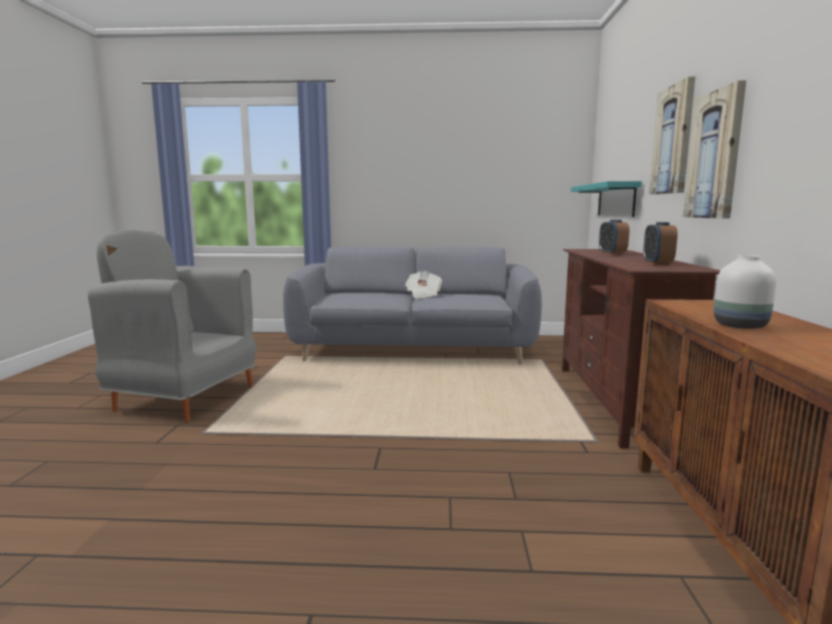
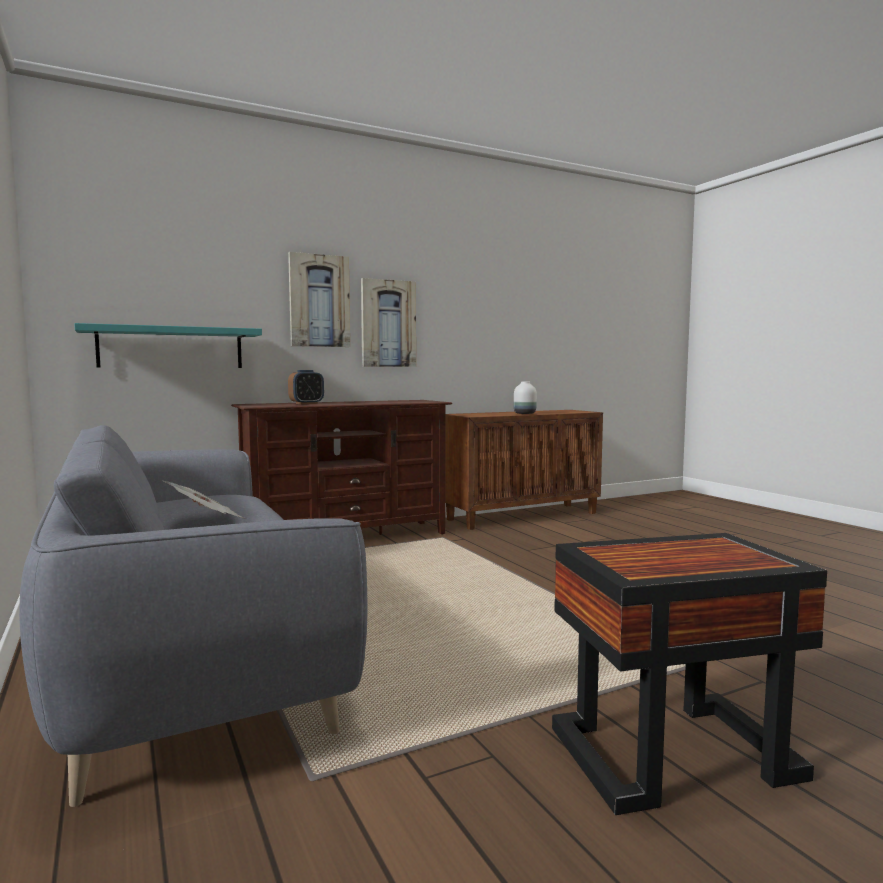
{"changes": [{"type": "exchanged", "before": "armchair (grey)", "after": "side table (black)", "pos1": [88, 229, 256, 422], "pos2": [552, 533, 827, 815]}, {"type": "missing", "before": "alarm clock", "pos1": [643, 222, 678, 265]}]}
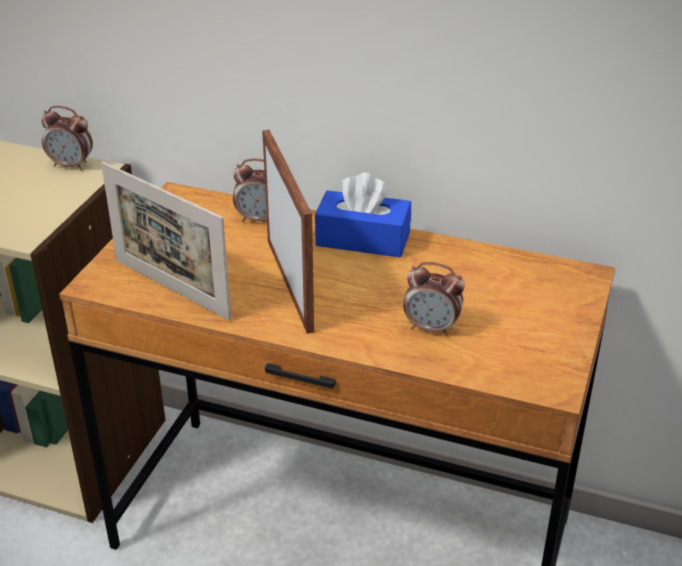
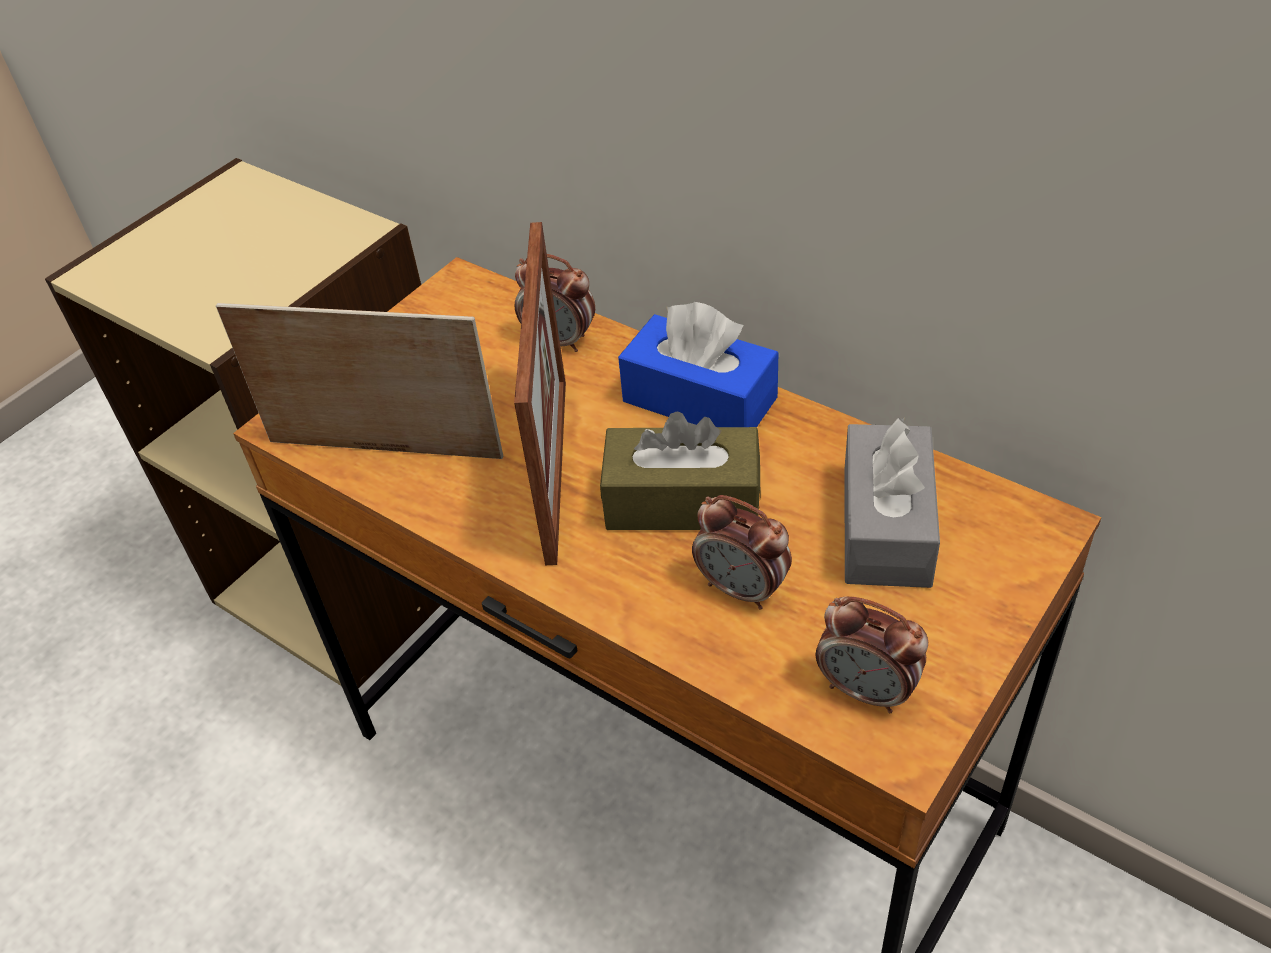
{"changes": [{"type": "spun", "before": "picture frame", "pos1": [101, 162, 231, 321], "pos2": [216, 303, 503, 459], "turn": 135}, {"type": "appeared", "after": "tissue box (brown)", "pos2": [600, 411, 761, 530]}, {"type": "relocated", "before": "alarm clock", "pos1": [42, 106, 93, 171], "pos2": [816, 596, 928, 713]}, {"type": "appeared", "after": "tissue box (grey)", "pos2": [844, 418, 940, 588]}]}
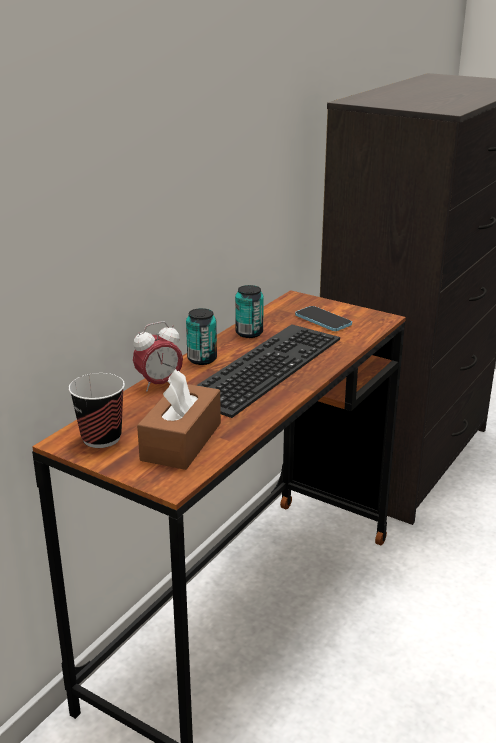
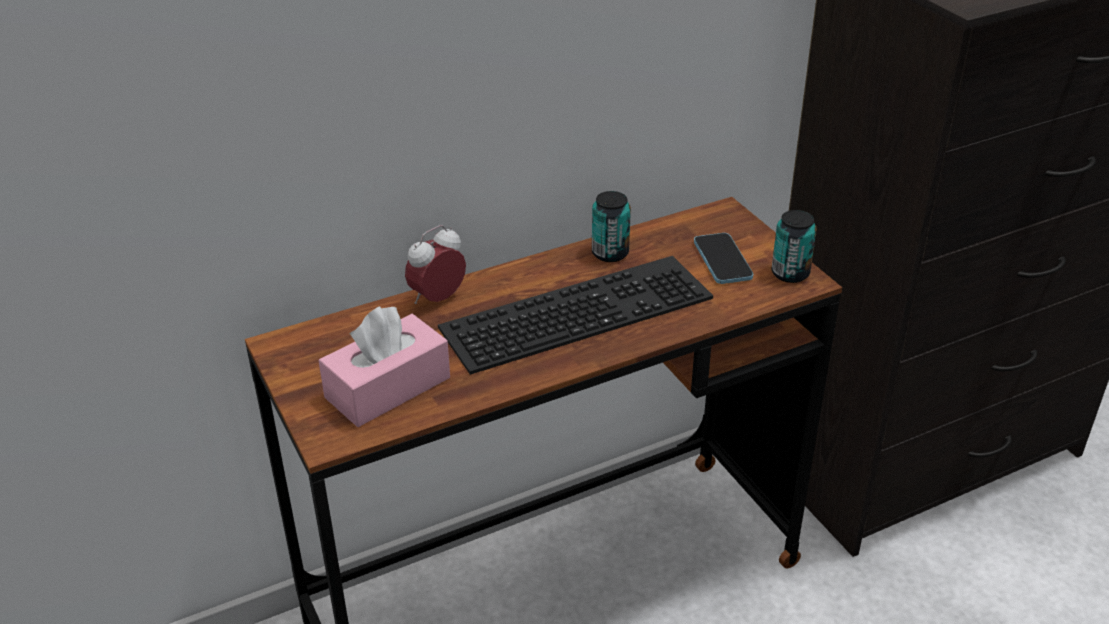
{"changes": [{"type": "colour", "before": "tissue box (brown)", "after": "tissue box (pink)", "pos1": [137, 369, 221, 470], "pos2": [319, 306, 450, 427]}, {"type": "spun", "before": "alarm clock", "pos1": [133, 321, 183, 391], "pos2": [405, 225, 466, 304], "turn": 135}, {"type": "relocated", "before": "can", "pos1": [186, 308, 217, 365], "pos2": [771, 210, 817, 283]}, {"type": "missing", "before": "cup", "pos1": [69, 373, 125, 448]}]}
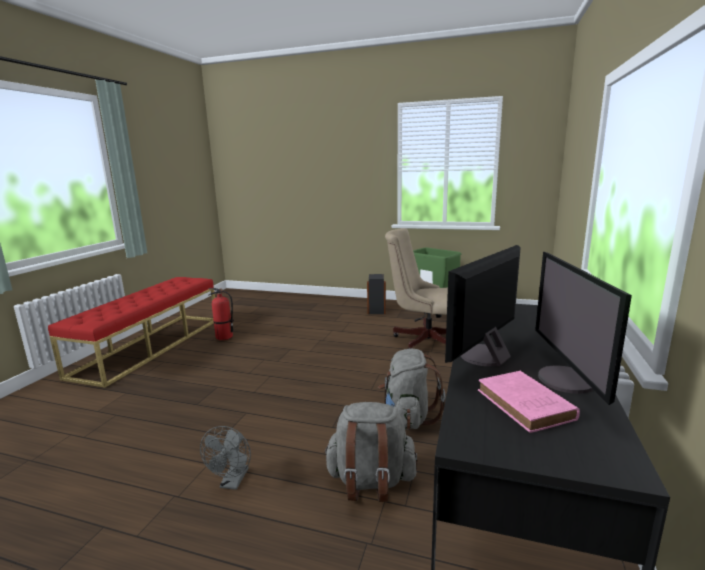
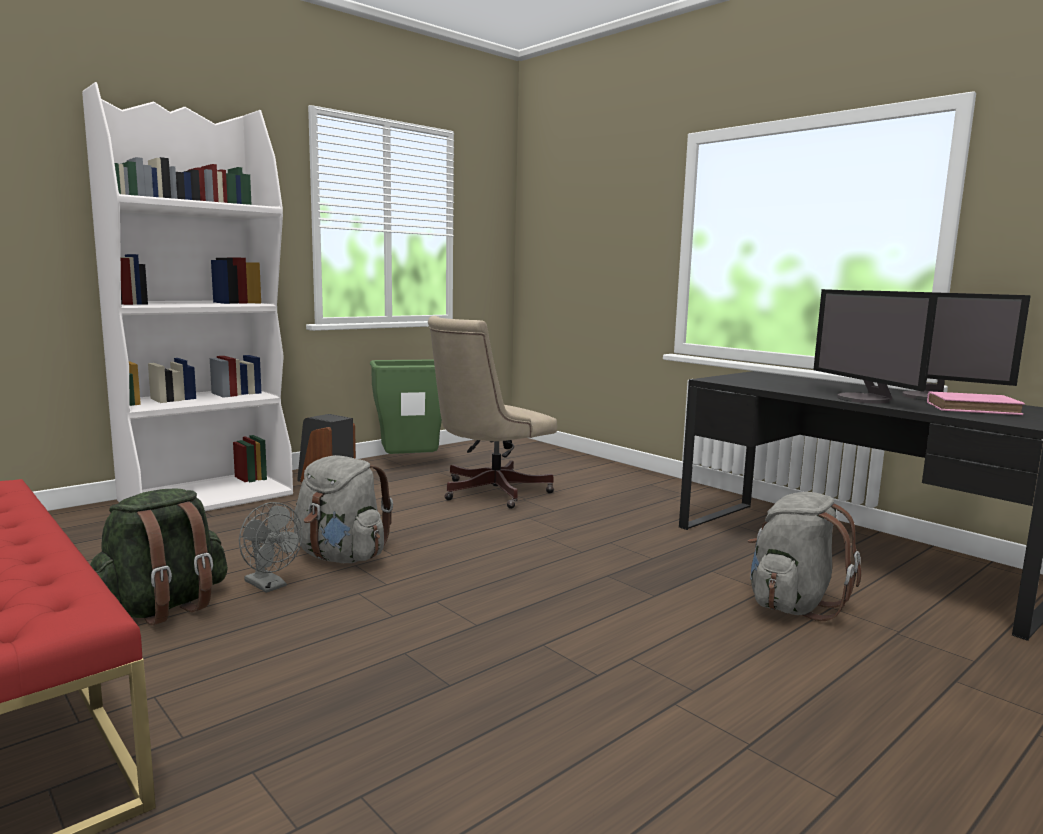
{"changes": [{"type": "appeared", "after": "bookcase (white)", "pos2": [82, 82, 293, 511]}, {"type": "exchanged", "before": "fire extinguisher", "after": "backpack (green)", "pos1": [208, 288, 234, 340], "pos2": [90, 489, 228, 625]}, {"type": "relocated", "before": "fan (grey)", "pos1": [200, 426, 251, 490], "pos2": [239, 502, 302, 593]}, {"type": "relocated", "before": "backpack (grey)", "pos1": [378, 349, 445, 430], "pos2": [294, 455, 393, 563]}]}
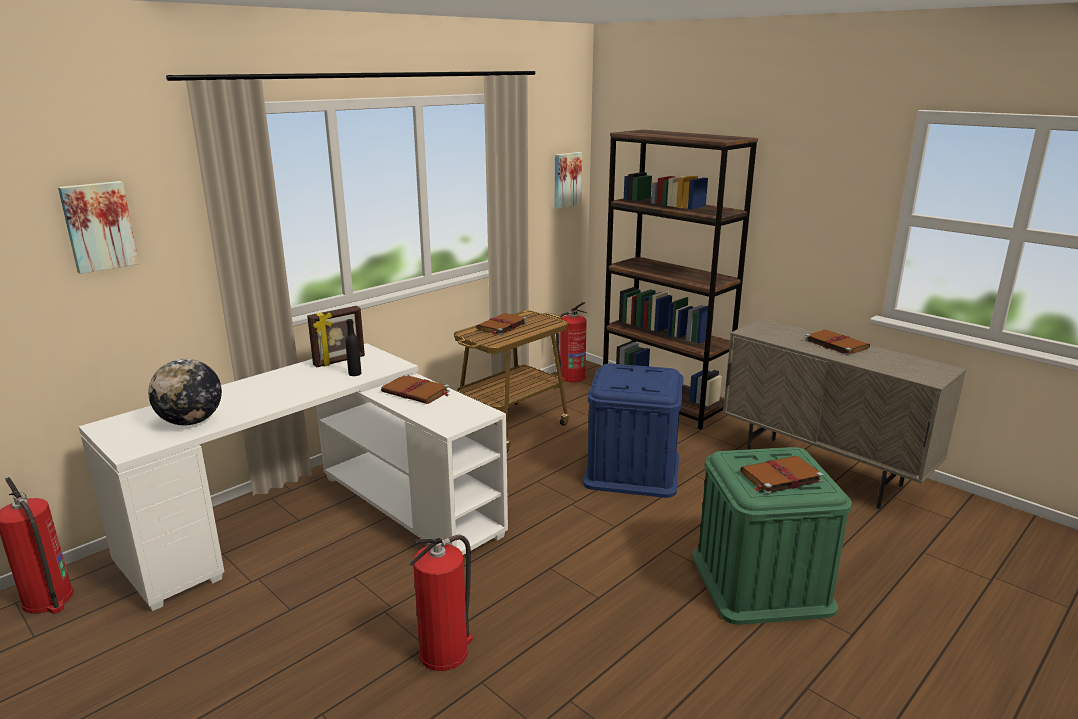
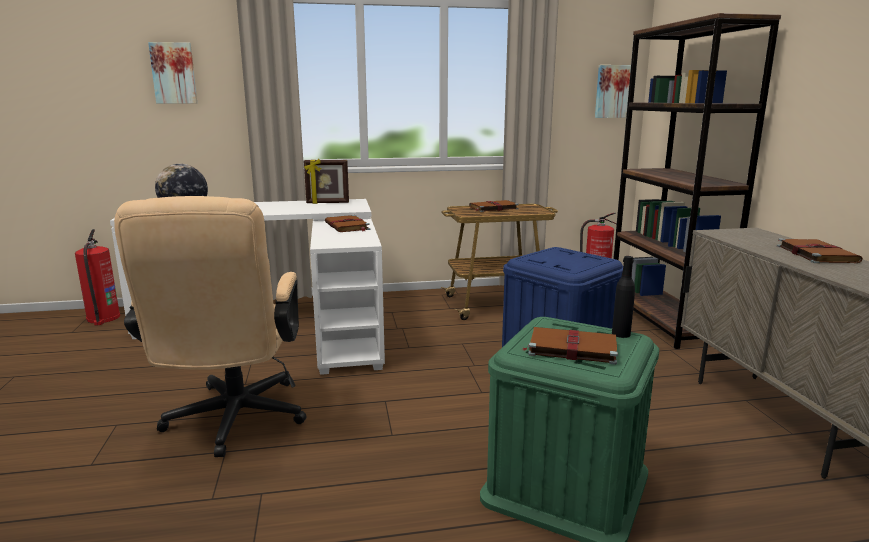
{"changes": [{"type": "exchanged", "before": "fire extinguisher", "after": "office chair (beige)", "pos1": [410, 535, 473, 671], "pos2": [114, 196, 307, 457]}, {"type": "relocated", "before": "bottle (black)", "pos1": [345, 319, 361, 376], "pos2": [612, 256, 635, 338]}]}
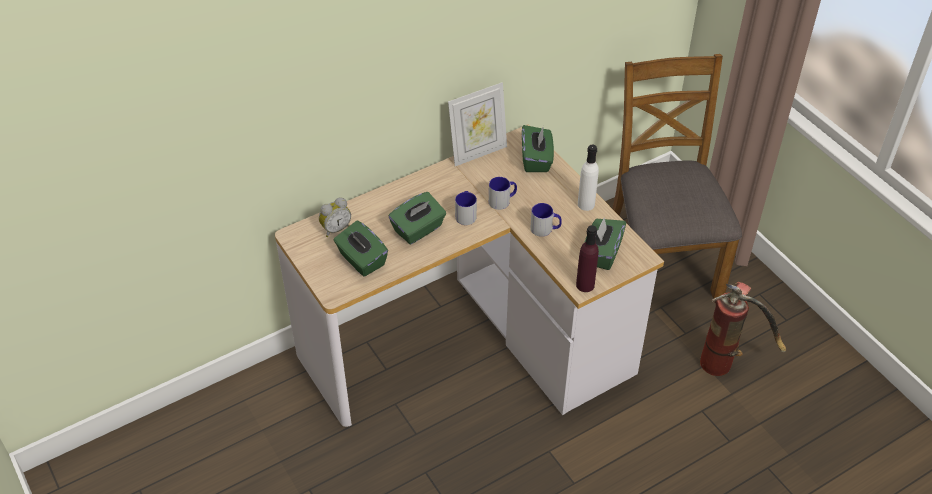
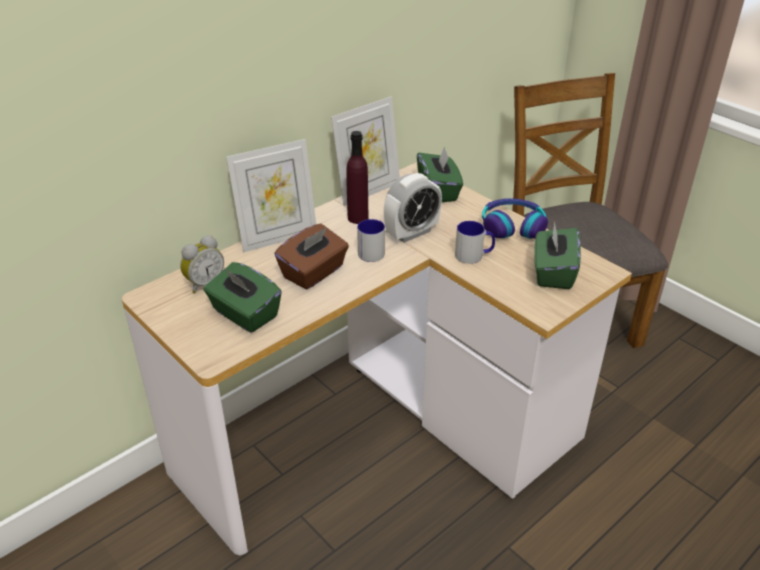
{"changes": [{"type": "appeared", "after": "picture frame", "pos2": [226, 139, 316, 252]}, {"type": "colour", "before": "tissue box (green)", "after": "tissue box (brown)", "pos1": [389, 192, 446, 244], "pos2": [275, 224, 349, 290]}, {"type": "relocated", "before": "bottle (purple)", "pos1": [576, 225, 599, 292], "pos2": [346, 131, 369, 224]}, {"type": "exchanged", "before": "mug", "after": "alarm clock", "pos1": [489, 177, 517, 210], "pos2": [384, 173, 442, 243]}, {"type": "exchanged", "before": "bottle (white)", "after": "headphones", "pos1": [578, 145, 599, 211], "pos2": [482, 198, 548, 239]}, {"type": "missing", "before": "fire extinguisher", "pos1": [700, 282, 786, 376]}]}
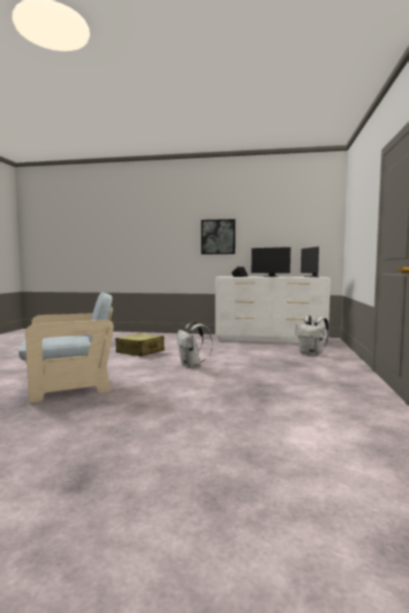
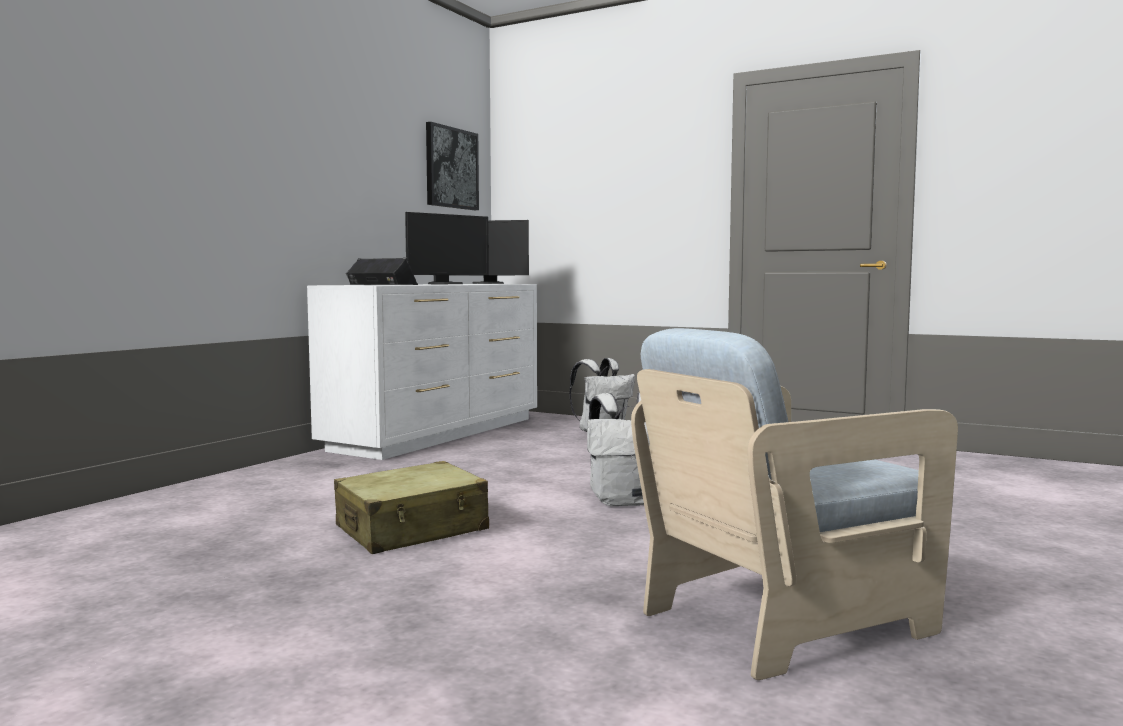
{"changes": [{"type": "relocated", "before": "picture", "pos1": [201, 219, 235, 254], "pos2": [426, 122, 479, 210]}, {"type": "spun", "before": "armchair (beige)", "pos1": [19, 293, 114, 403], "pos2": [631, 328, 958, 680], "turn": -120}]}
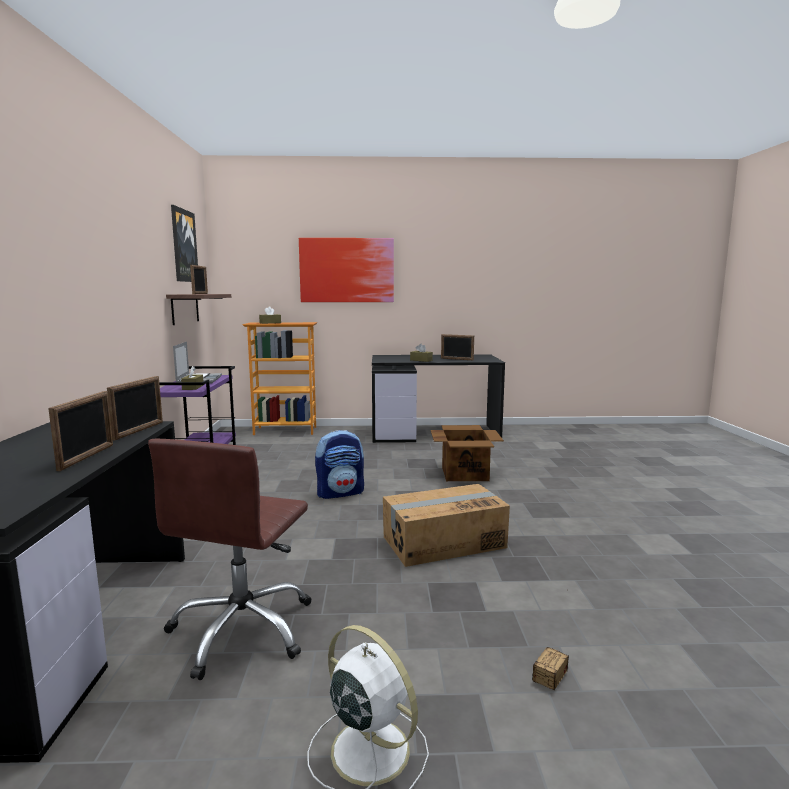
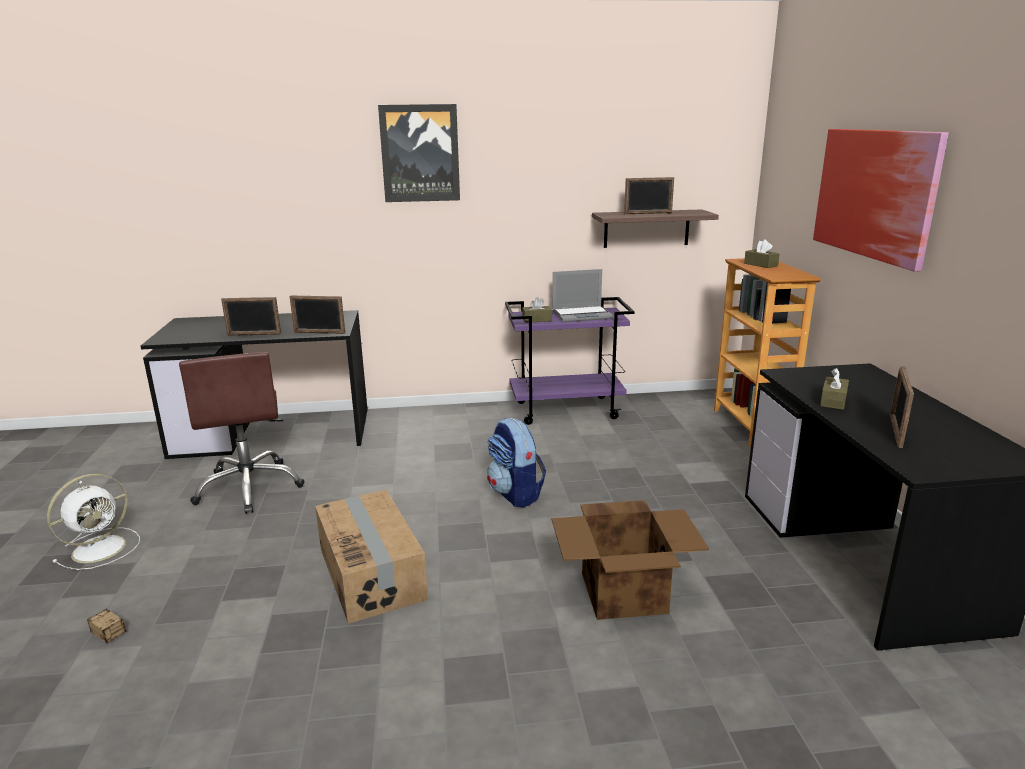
{"changes": [{"type": "spun", "before": "office chair (brown)", "pos1": [148, 439, 312, 680], "pos2": [179, 352, 305, 514], "turn": -120}, {"type": "relocated", "before": "picture", "pos1": [171, 205, 198, 282], "pos2": [378, 104, 460, 202]}]}
